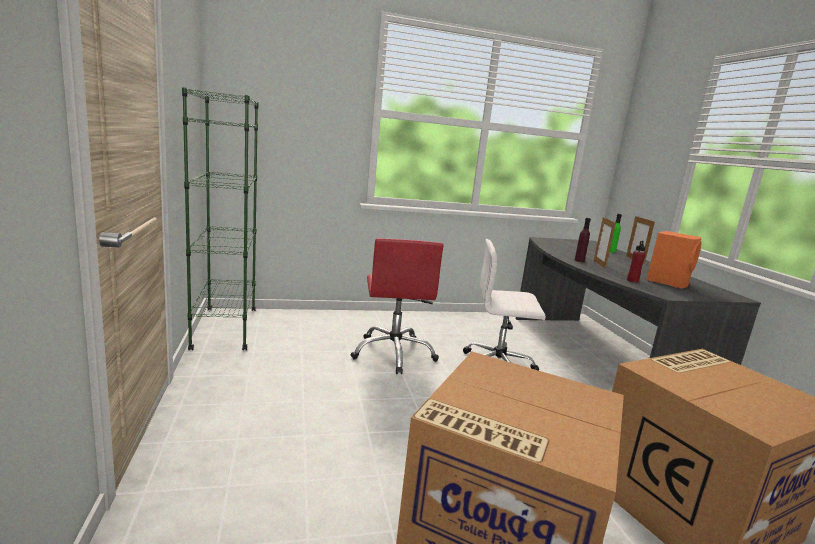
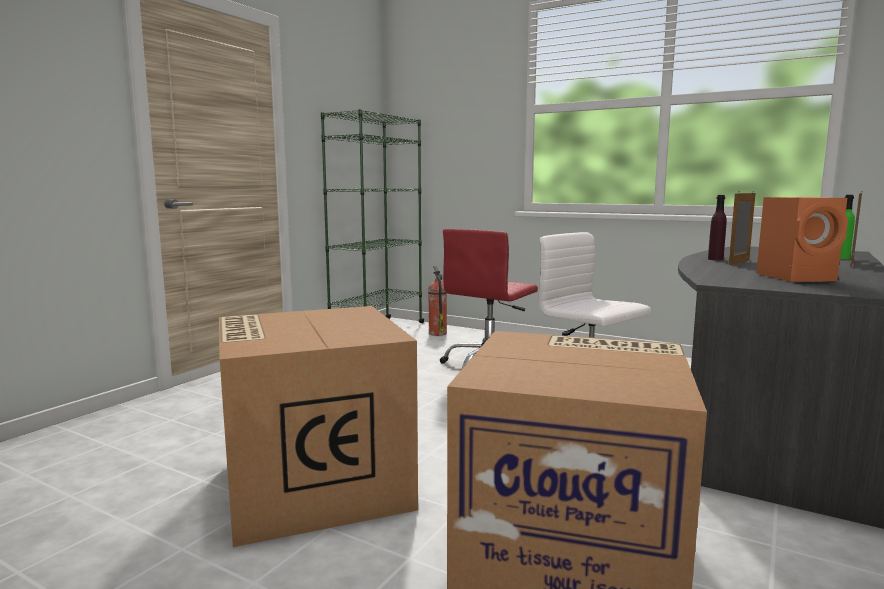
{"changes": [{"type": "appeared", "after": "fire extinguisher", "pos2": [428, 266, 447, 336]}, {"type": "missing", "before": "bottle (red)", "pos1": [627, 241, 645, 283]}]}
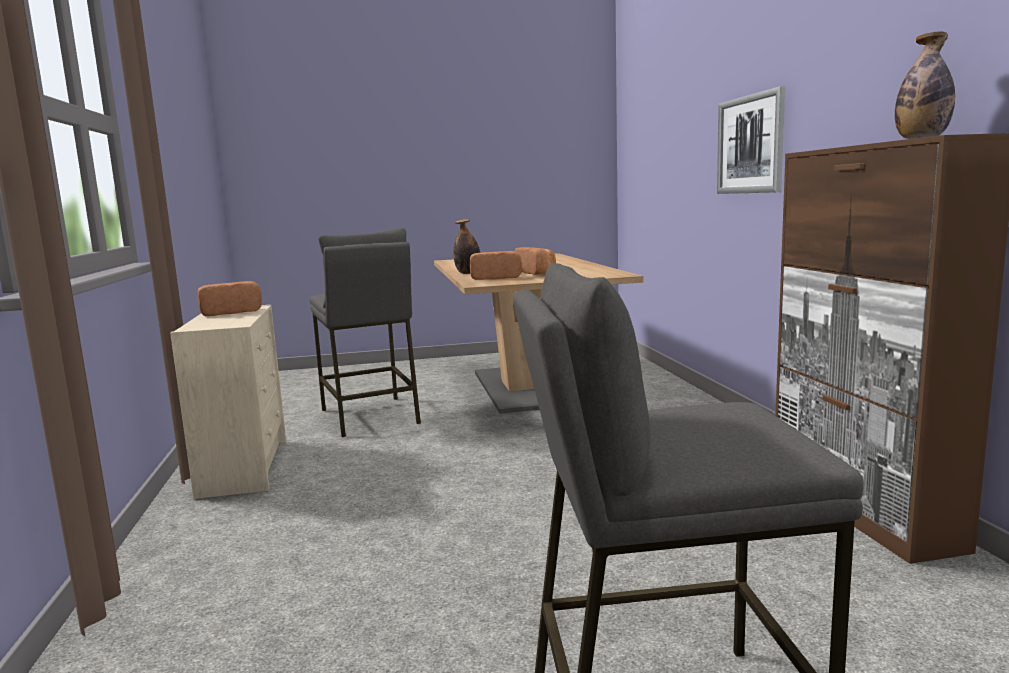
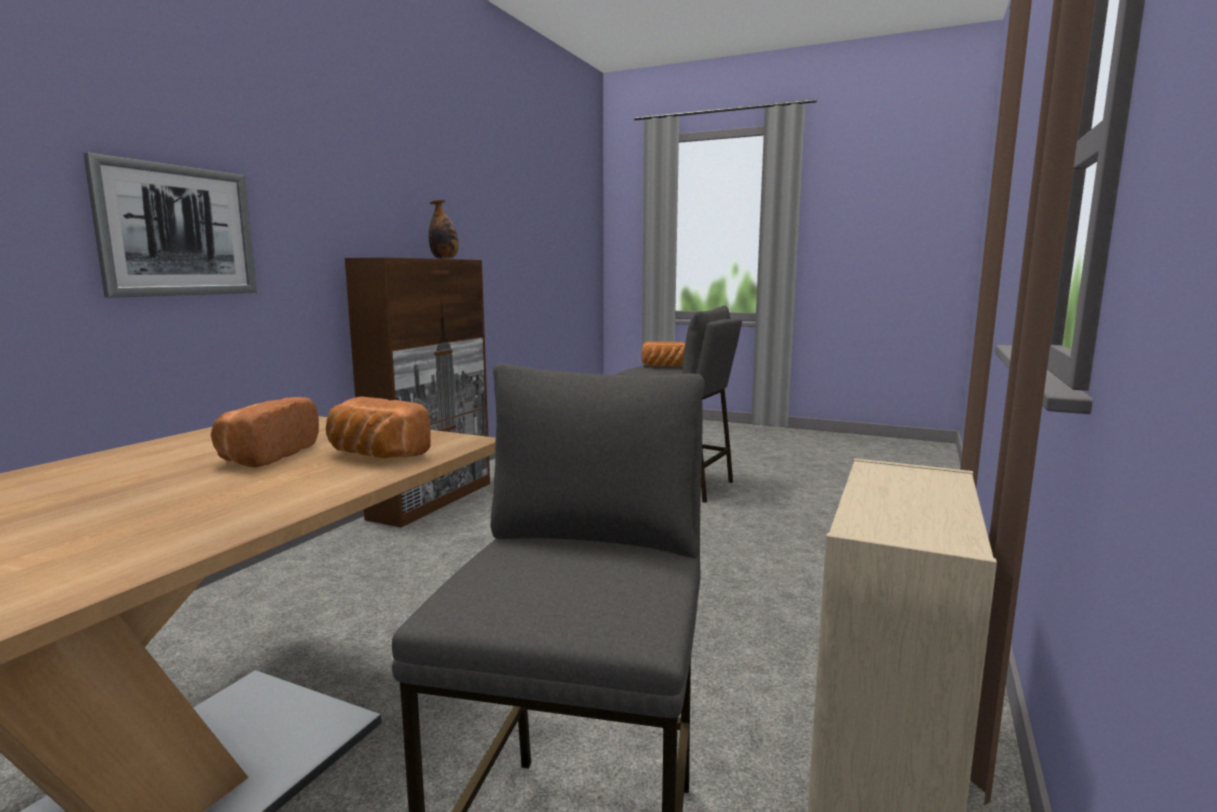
{"changes": [{"type": "relocated", "before": "bread", "pos1": [198, 281, 262, 316], "pos2": [642, 341, 685, 366]}, {"type": "missing", "before": "bottle", "pos1": [453, 219, 480, 274]}]}
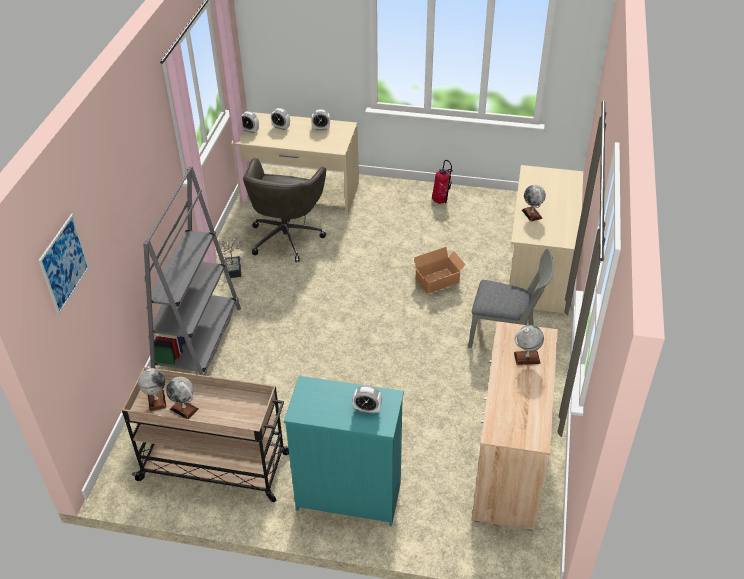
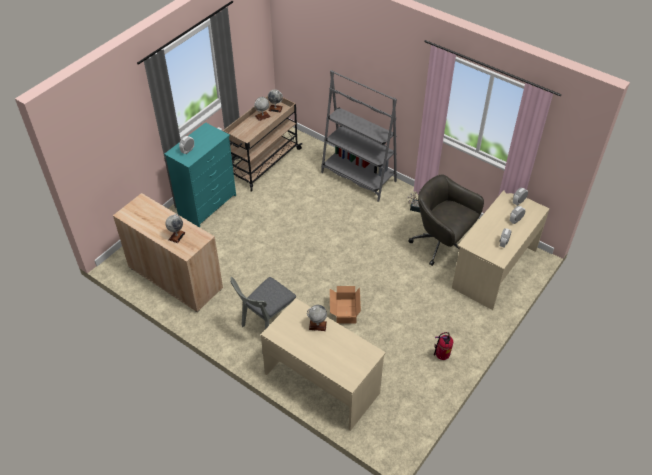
{"changes": [{"type": "missing", "before": "picture", "pos1": [38, 214, 89, 315]}]}
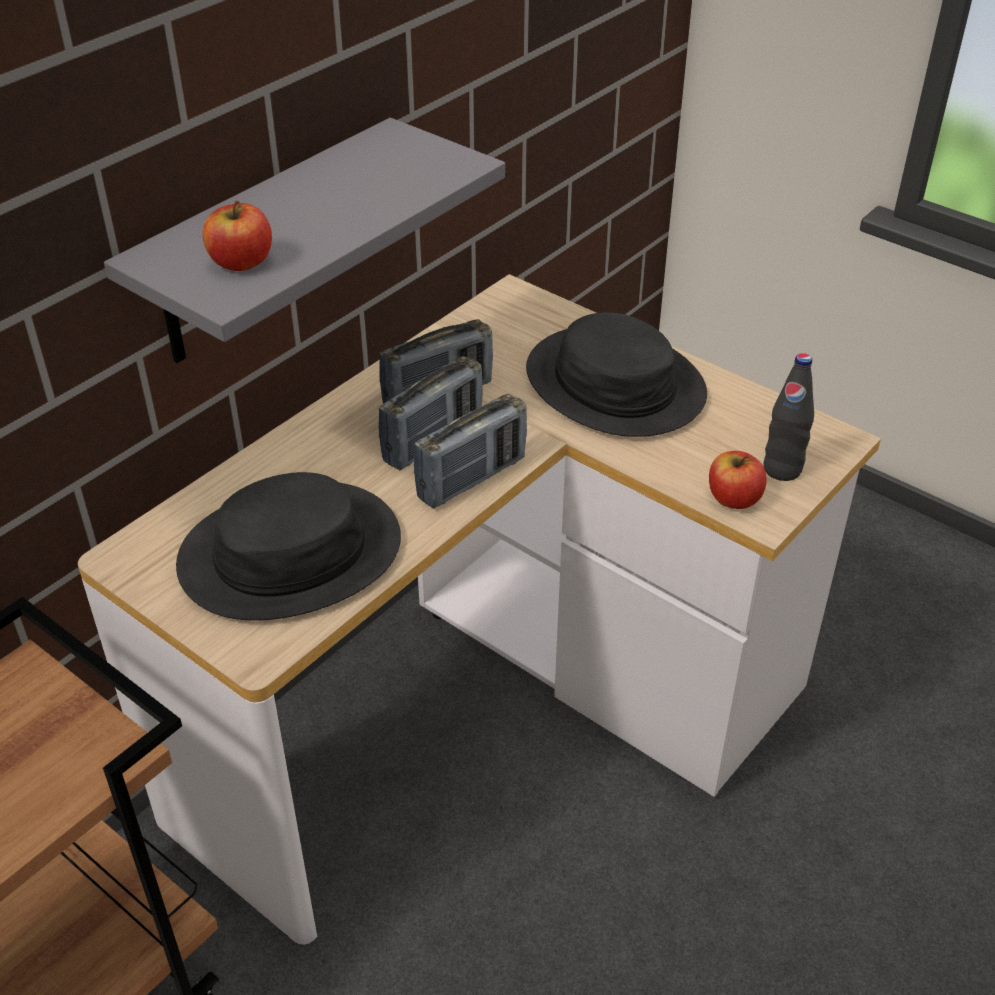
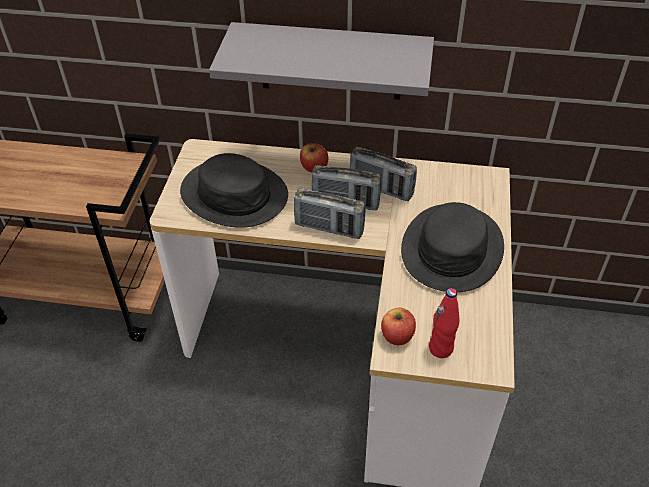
{"changes": [{"type": "relocated", "before": "apple", "pos1": [203, 200, 272, 271], "pos2": [300, 143, 328, 173]}, {"type": "colour", "before": "bottle (black)", "after": "bottle (red)", "pos1": [763, 353, 814, 481], "pos2": [429, 288, 459, 358]}]}
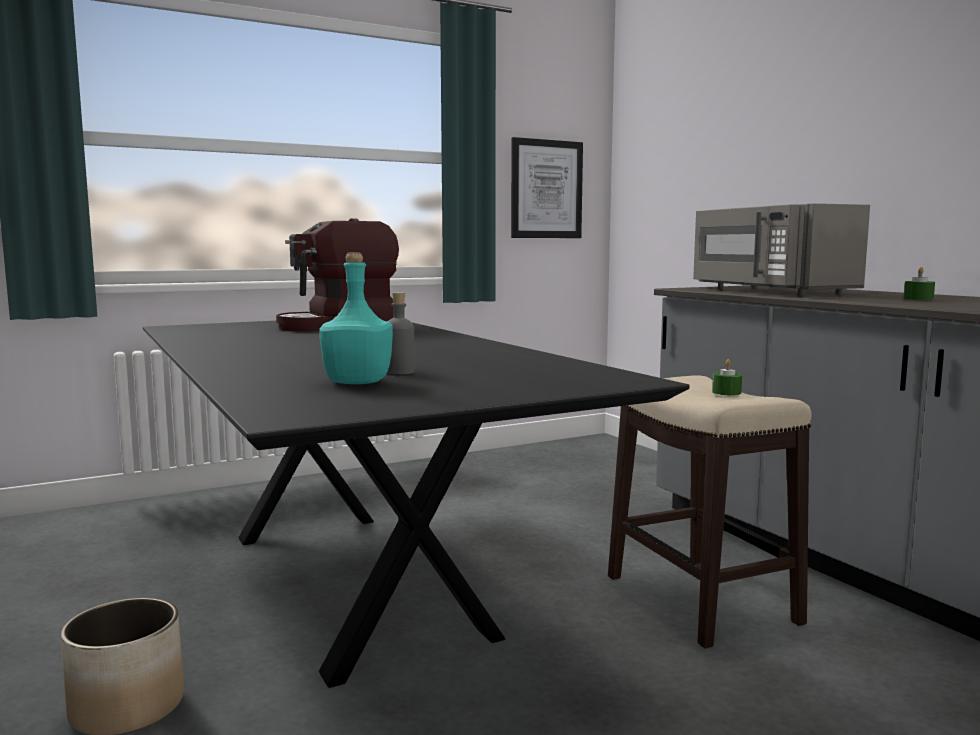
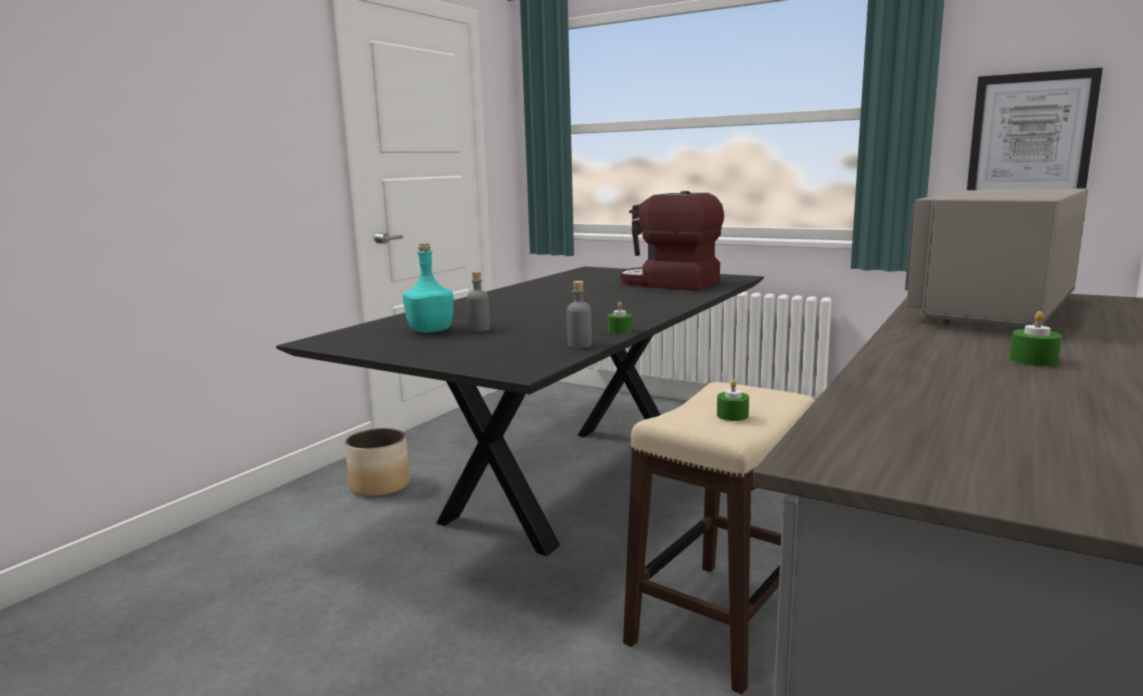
{"changes": [{"type": "appeared", "after": "bottle (grey)", "pos2": [567, 281, 592, 348]}, {"type": "appeared", "after": "candle (green)", "pos2": [607, 302, 632, 334]}]}
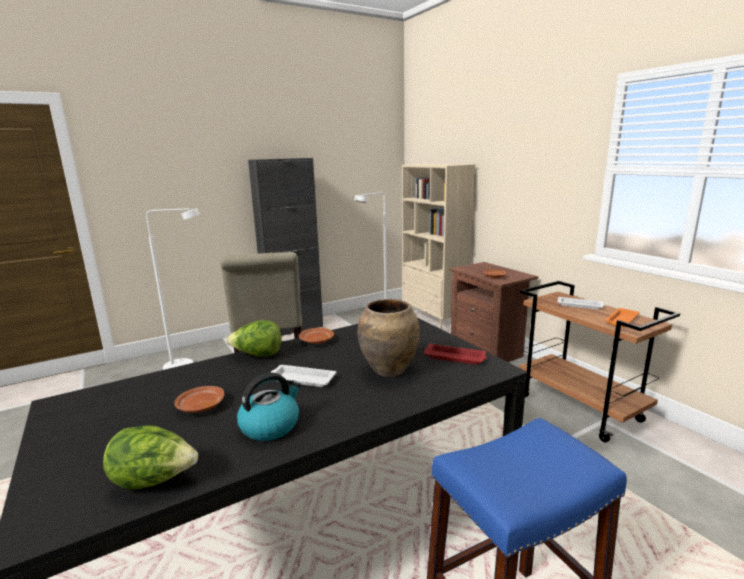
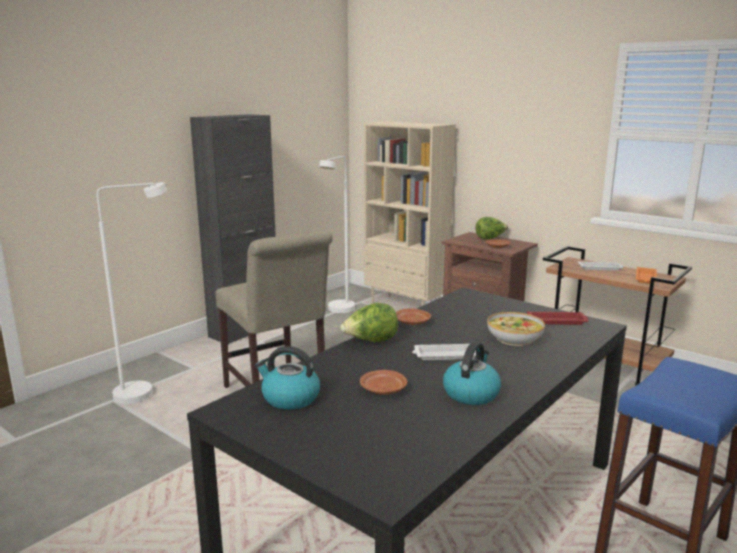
{"changes": [{"type": "appeared", "after": "kettle", "pos2": [255, 346, 320, 410]}, {"type": "relocated", "before": "lettuce", "pos1": [103, 425, 198, 490], "pos2": [476, 217, 508, 240]}, {"type": "exchanged", "before": "vase (brown)", "after": "bowl", "pos1": [357, 299, 420, 377], "pos2": [487, 312, 545, 346]}]}
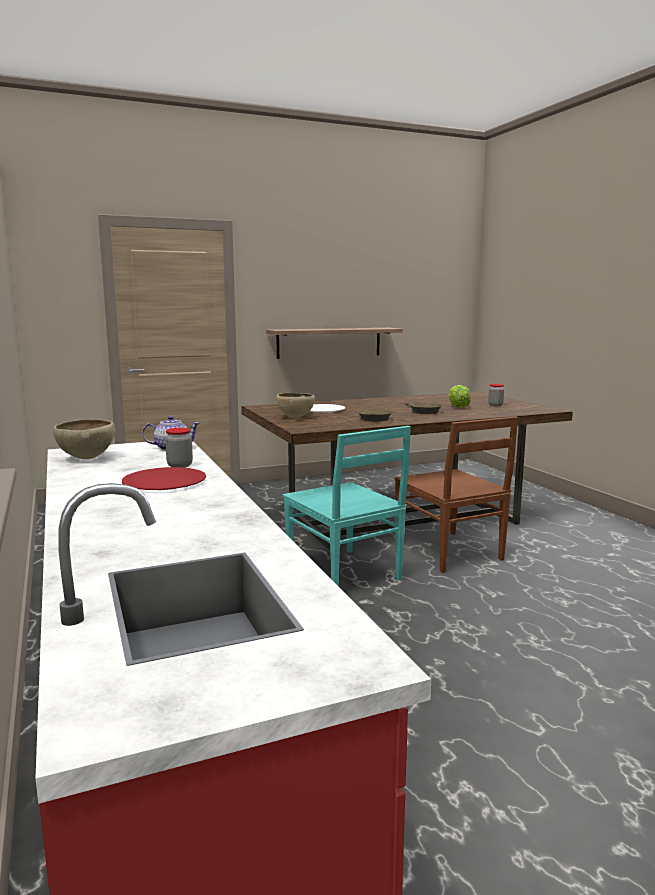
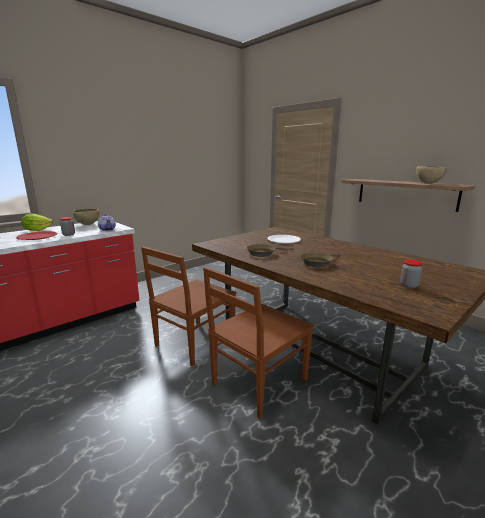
{"changes": [{"type": "relocated", "before": "lettuce", "pos1": [448, 385, 471, 407], "pos2": [21, 214, 53, 231]}, {"type": "colour", "before": "chair (turquoise)", "after": "chair (brown)", "pos1": [283, 426, 411, 586], "pos2": [141, 247, 237, 366]}, {"type": "relocated", "before": "bowl (brown)", "pos1": [276, 393, 315, 418], "pos2": [416, 166, 447, 184]}]}
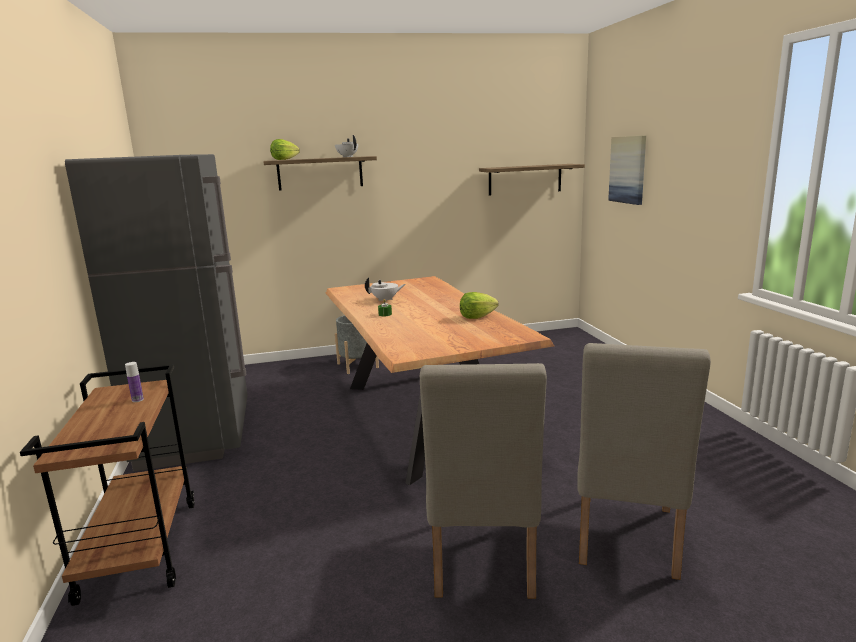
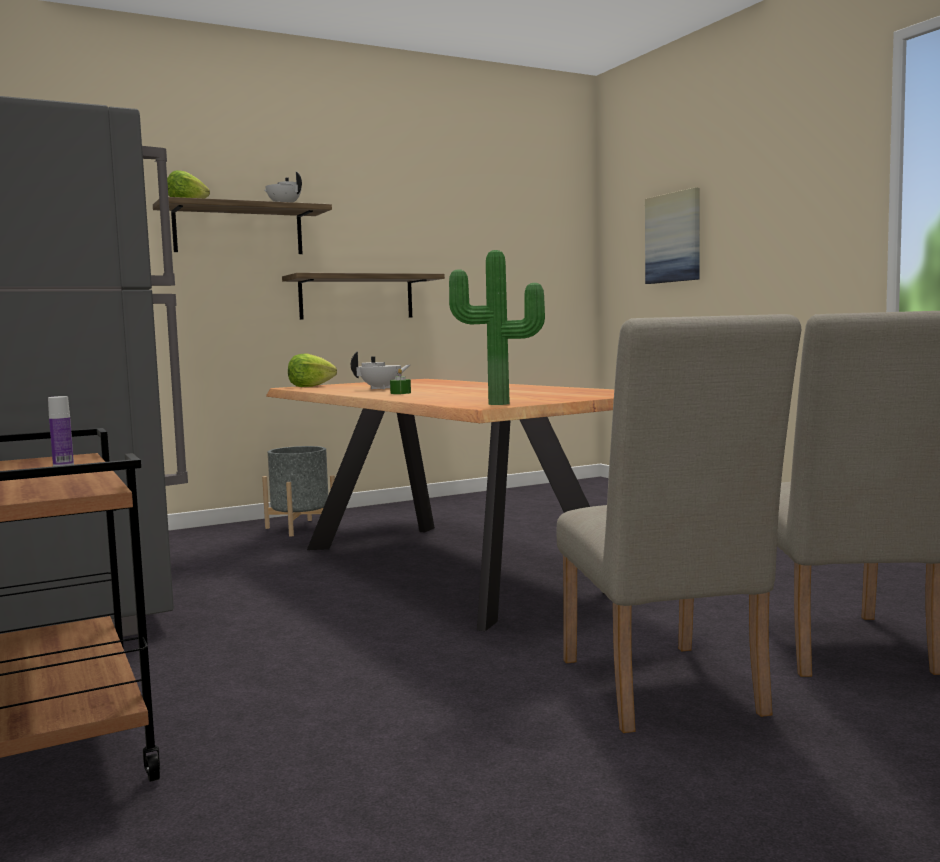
{"changes": [{"type": "relocated", "before": "shelf", "pos1": [479, 164, 585, 196], "pos2": [282, 273, 445, 320]}, {"type": "relocated", "before": "lettuce", "pos1": [460, 292, 499, 319], "pos2": [288, 354, 337, 387]}, {"type": "appeared", "after": "potted plant", "pos2": [449, 250, 545, 405]}]}
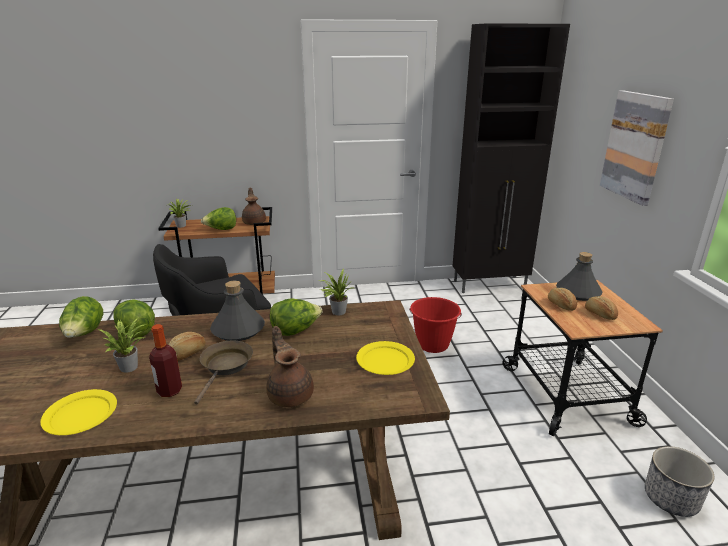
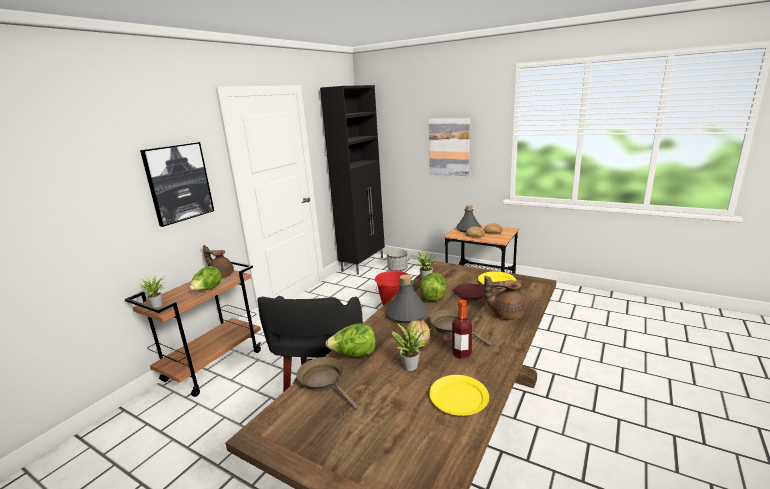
{"changes": [{"type": "appeared", "after": "picture", "pos2": [140, 142, 214, 227]}, {"type": "exchanged", "before": "lettuce", "after": "frying pan (brown)", "pos1": [59, 296, 103, 338], "pos2": [297, 357, 358, 409]}, {"type": "relocated", "before": "planter", "pos1": [645, 446, 714, 517], "pos2": [387, 249, 408, 271]}, {"type": "appeared", "after": "plate (brown)", "pos2": [454, 284, 484, 300]}]}
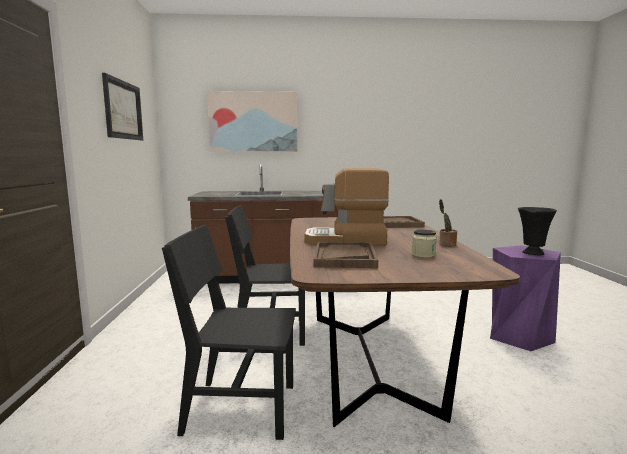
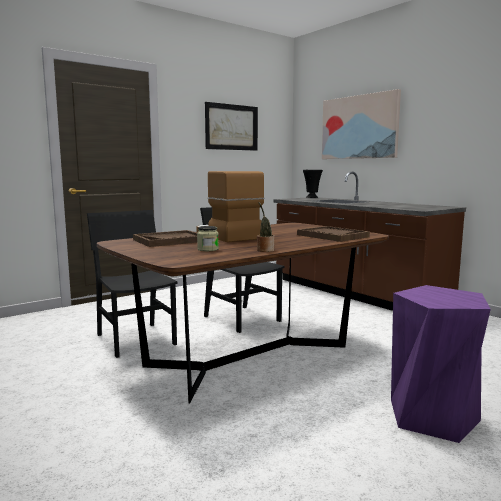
{"changes": [{"type": "relocated", "before": "vase (black)", "pos1": [518, 207, 557, 255], "pos2": [303, 170, 323, 198]}]}
